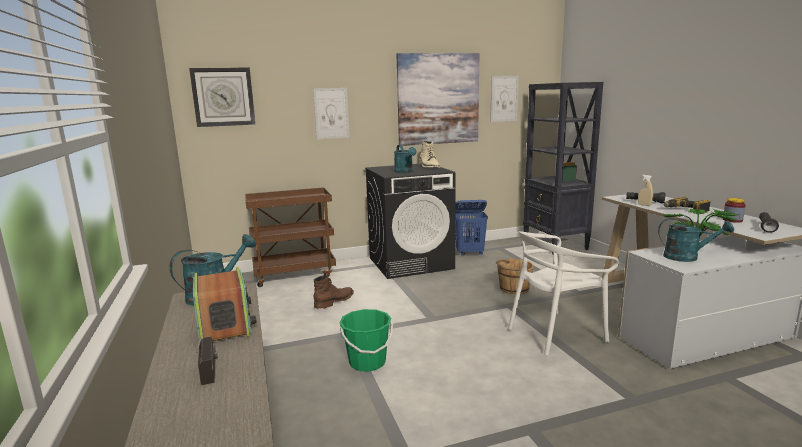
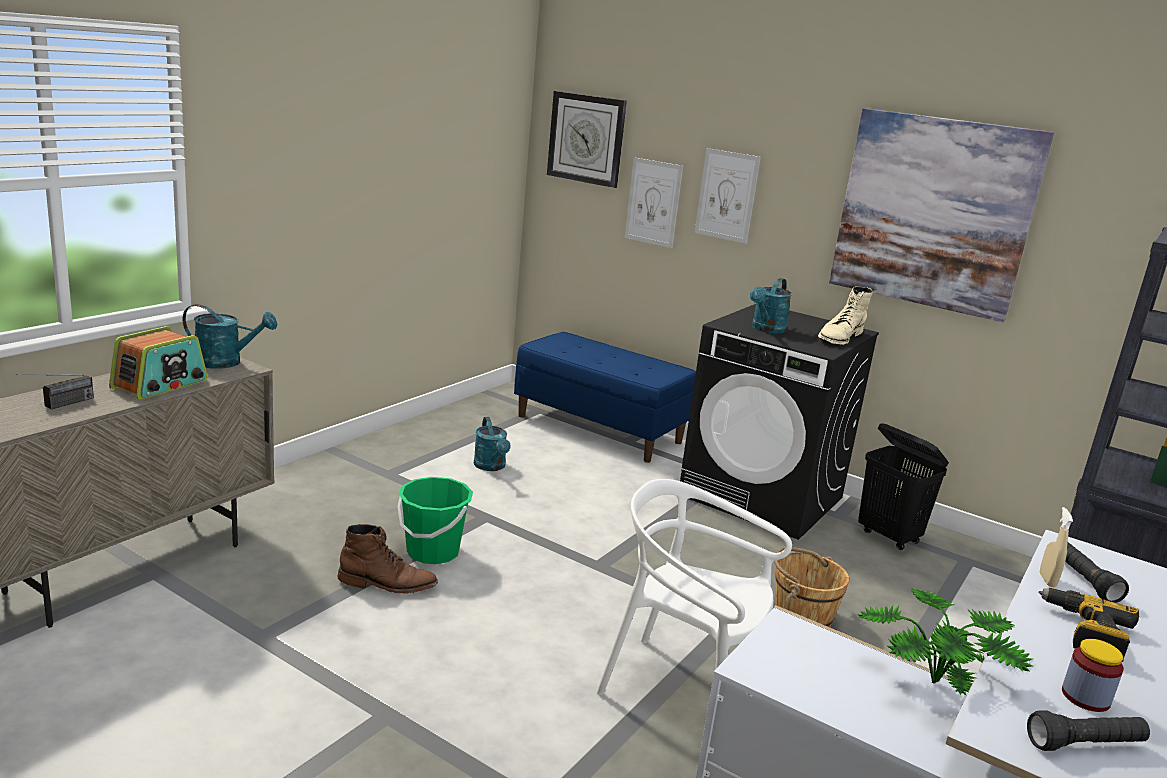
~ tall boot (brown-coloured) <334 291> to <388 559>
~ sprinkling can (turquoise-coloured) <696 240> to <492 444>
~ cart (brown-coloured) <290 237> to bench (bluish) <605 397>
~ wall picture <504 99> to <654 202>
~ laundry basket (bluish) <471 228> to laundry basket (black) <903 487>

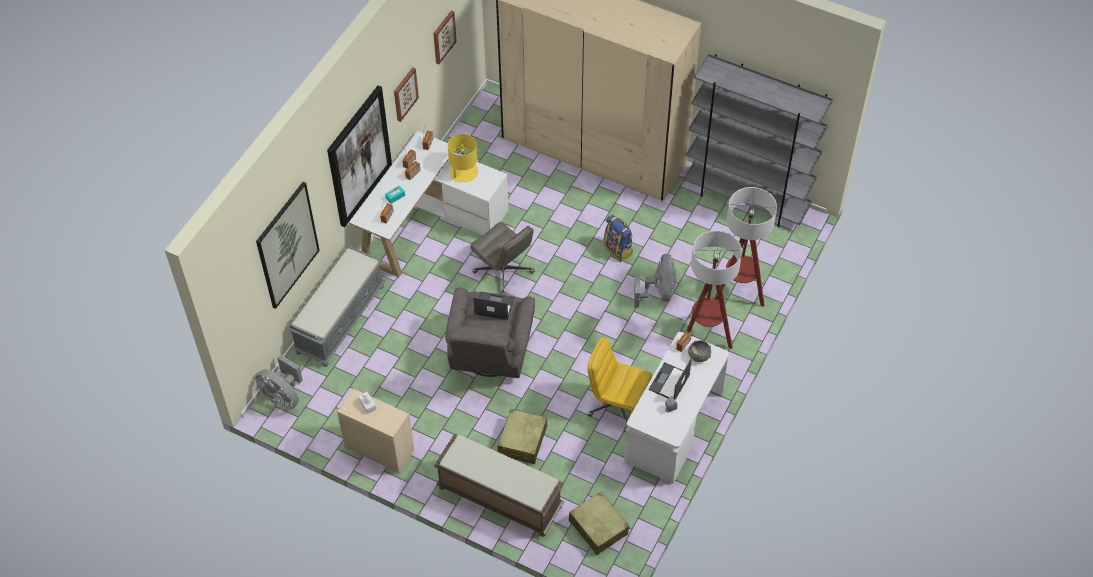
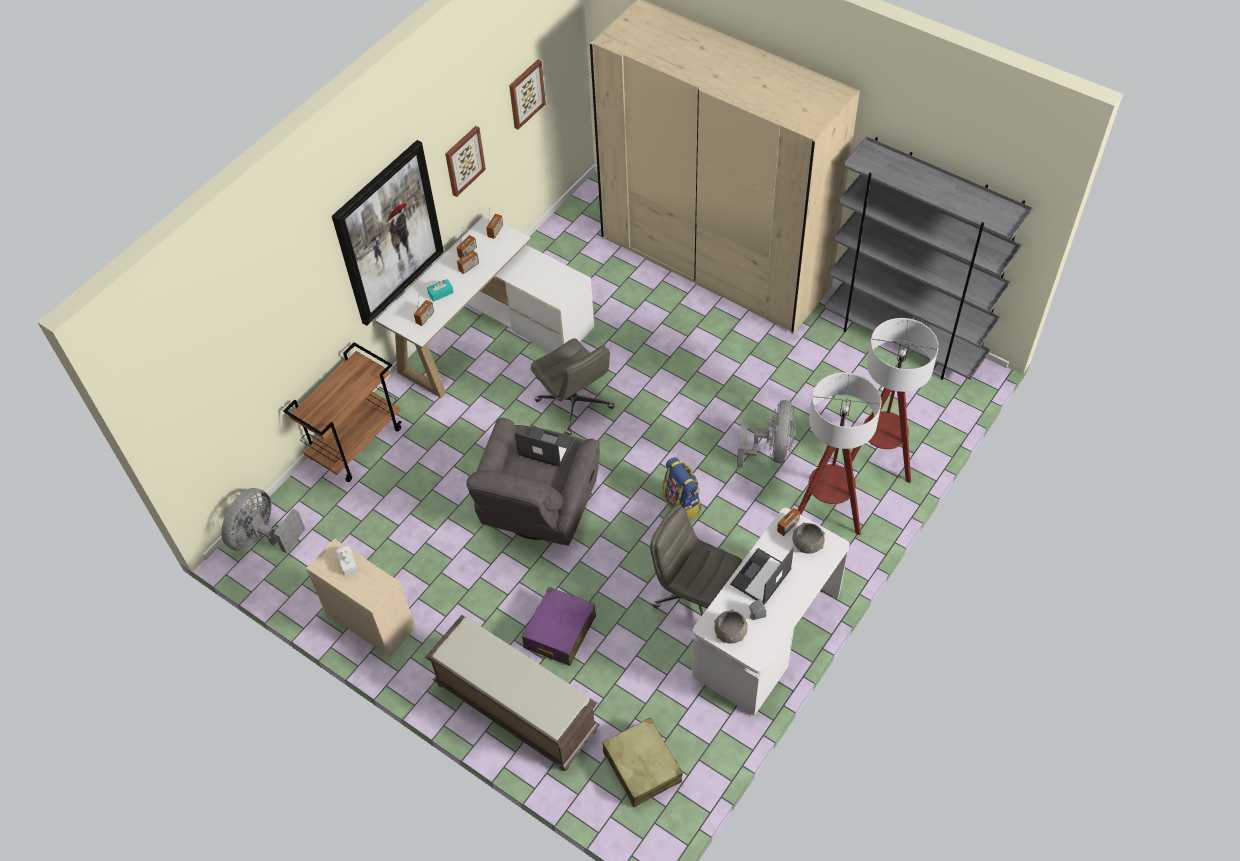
~ electric fan (grey) <279 382> = <263 520> 75 degrees clockwise
~ bench (grey) <336 306> to cart (brown-coloured) <342 412>
~ travel case (beige-coloured) <522 436> to travel case (purple) <559 626>
~ computer chair (yellowish) <619 379> to computer chair (grey) <696 559>
~ rucksack <618 238> to <682 488>
+ serving bowl (grey) <731 627>
- wall picture <288 245>
- table lamp (yellowish) <463 158>

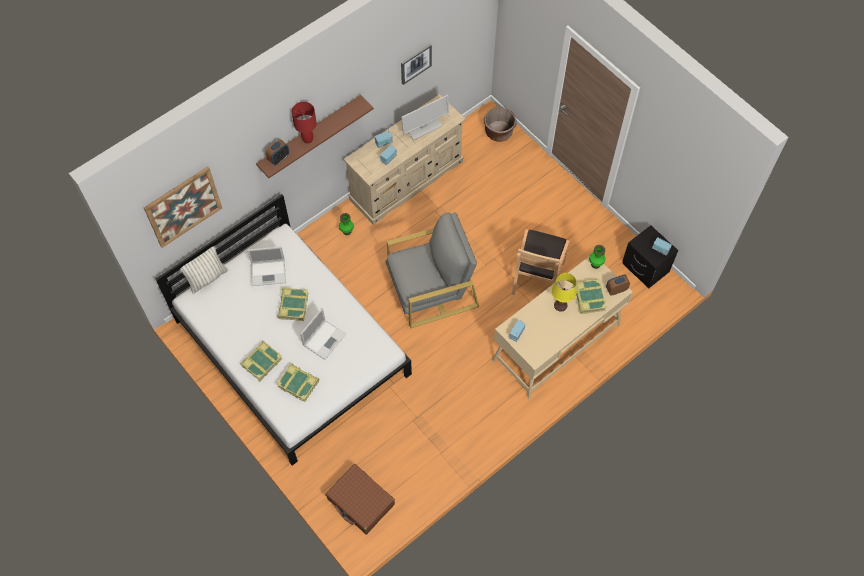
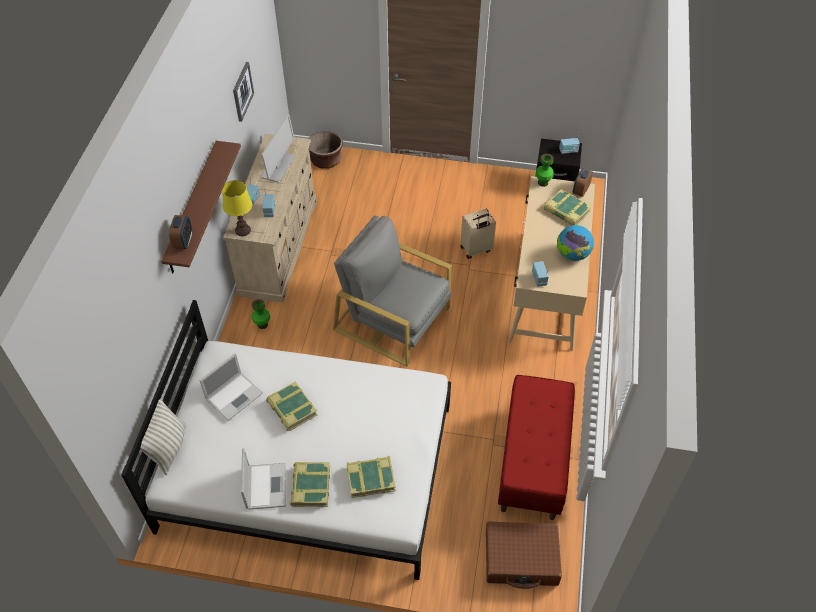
~ table lamp (yellowish) <564 292> to <237 208>
~ laptop <323 334> to <263 479>
~ armchair (grey) <432 270> = <392 291> 90 degrees counterclockwise
~ upright chair (brown-coloured) <540 262> to travel case (beige-coloured) <478 234>
+ bench (red) <536 447>
+ world globe <575 243>
- wall picture <183 207>
- table lamp (red) <304 122>

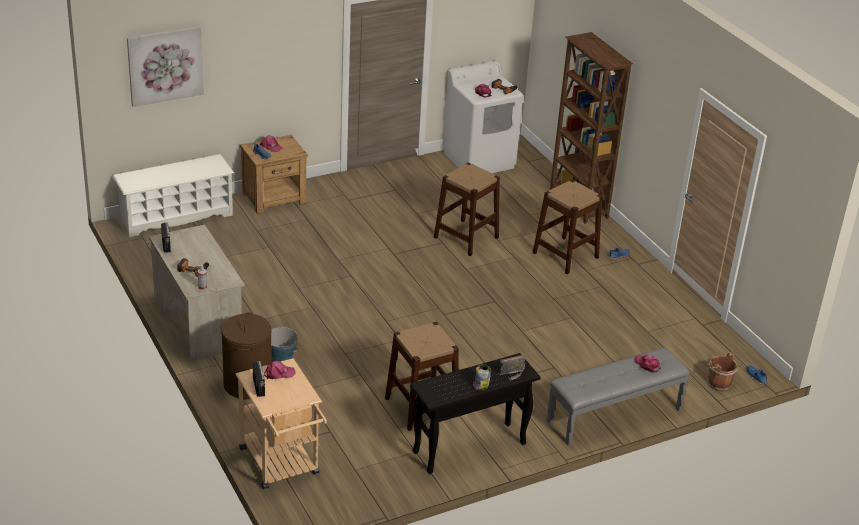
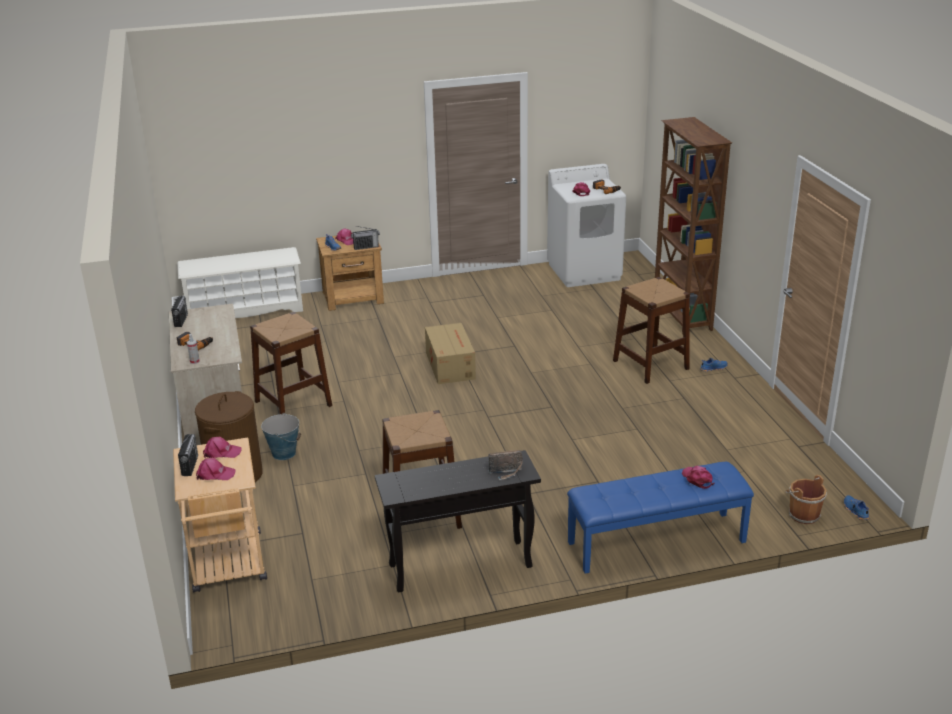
+ baseball cap (pink-coloured) <216 469>
~ stool seat (brown-coloured) <467 209> to <291 363>
+ radio receiver <365 238>
+ carton <450 353>
~ bench (grey) <618 397> to bench (bluish) <660 518>
- wall picture <165 66>
- preserve jar <482 377>

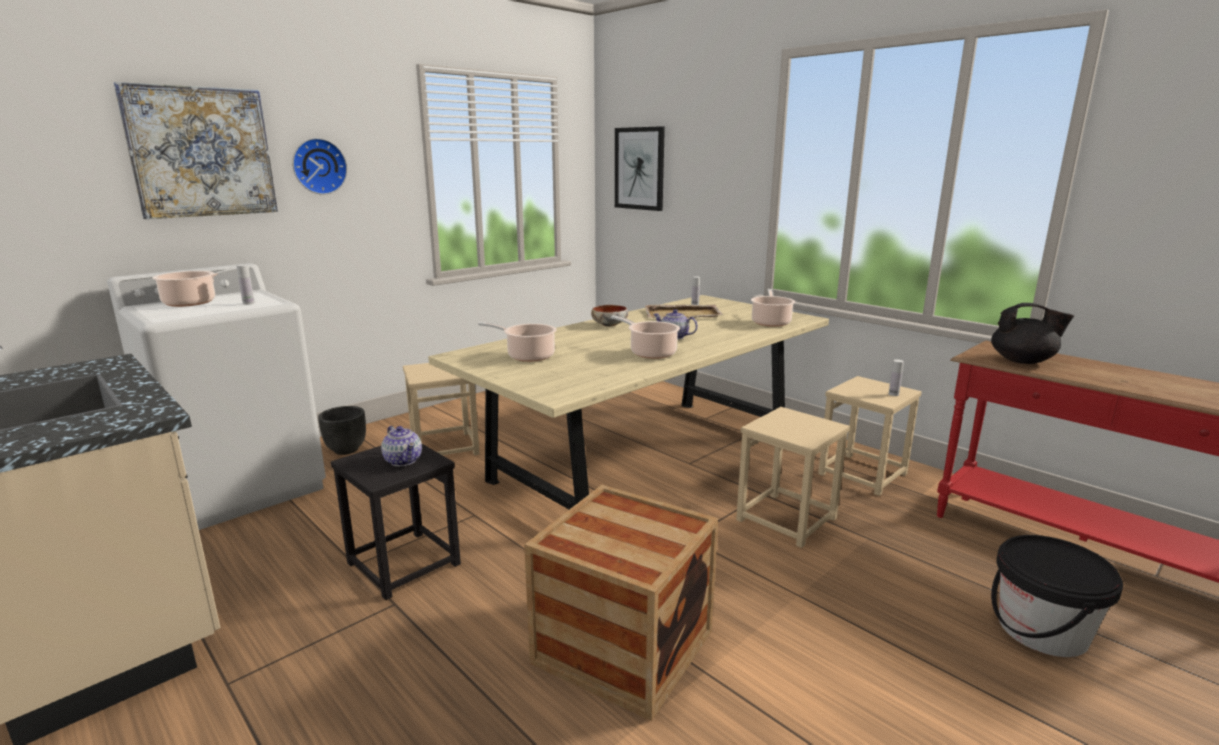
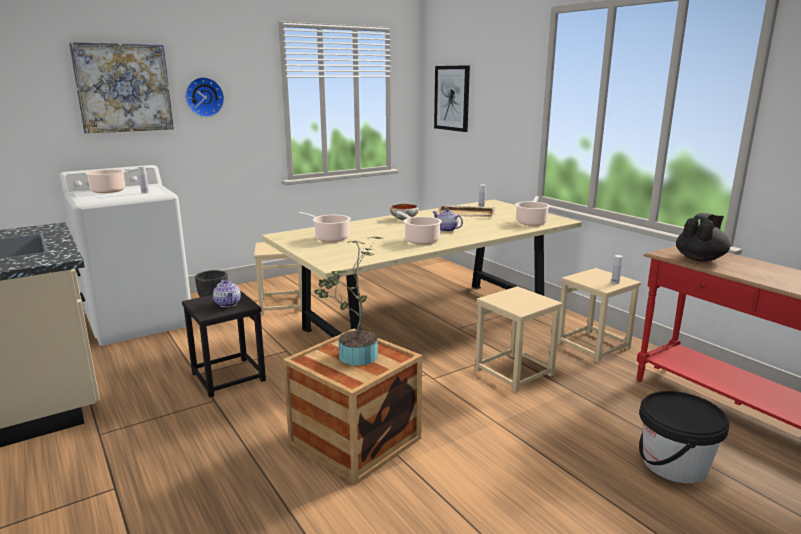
+ houseplant <347 301>
~ tea pot (black) <1032 333> = <703 237> 75 degrees counterclockwise

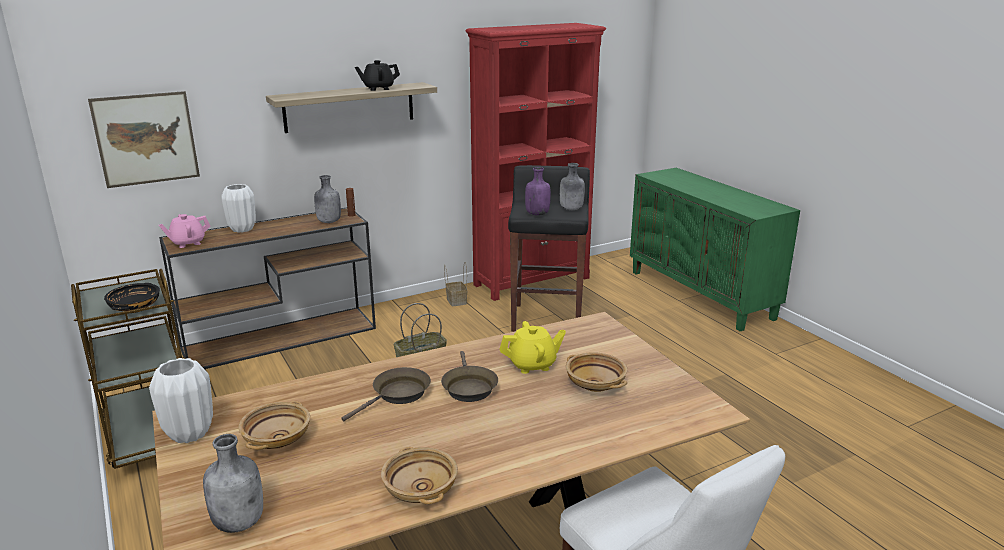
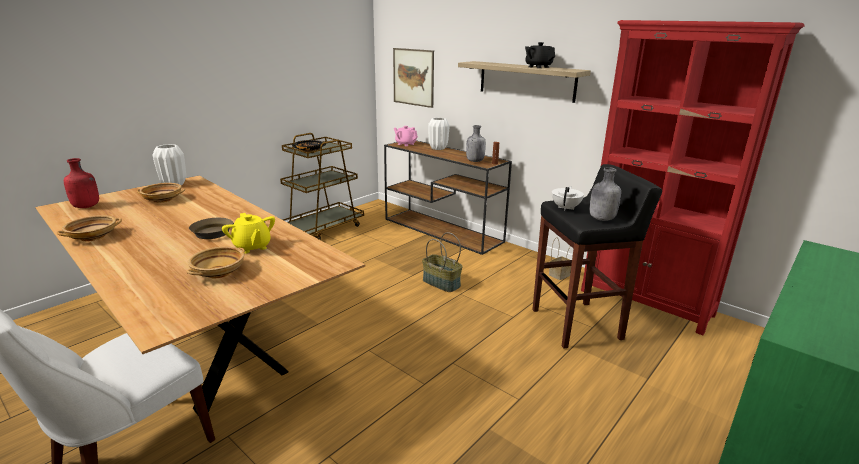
~ beverage bottle (grey) <233 483> to beverage bottle (red) <81 183>
~ beverage bottle (purple) <538 191> to tea pot (white) <568 198>
- pan (brown-coloured) <386 394>

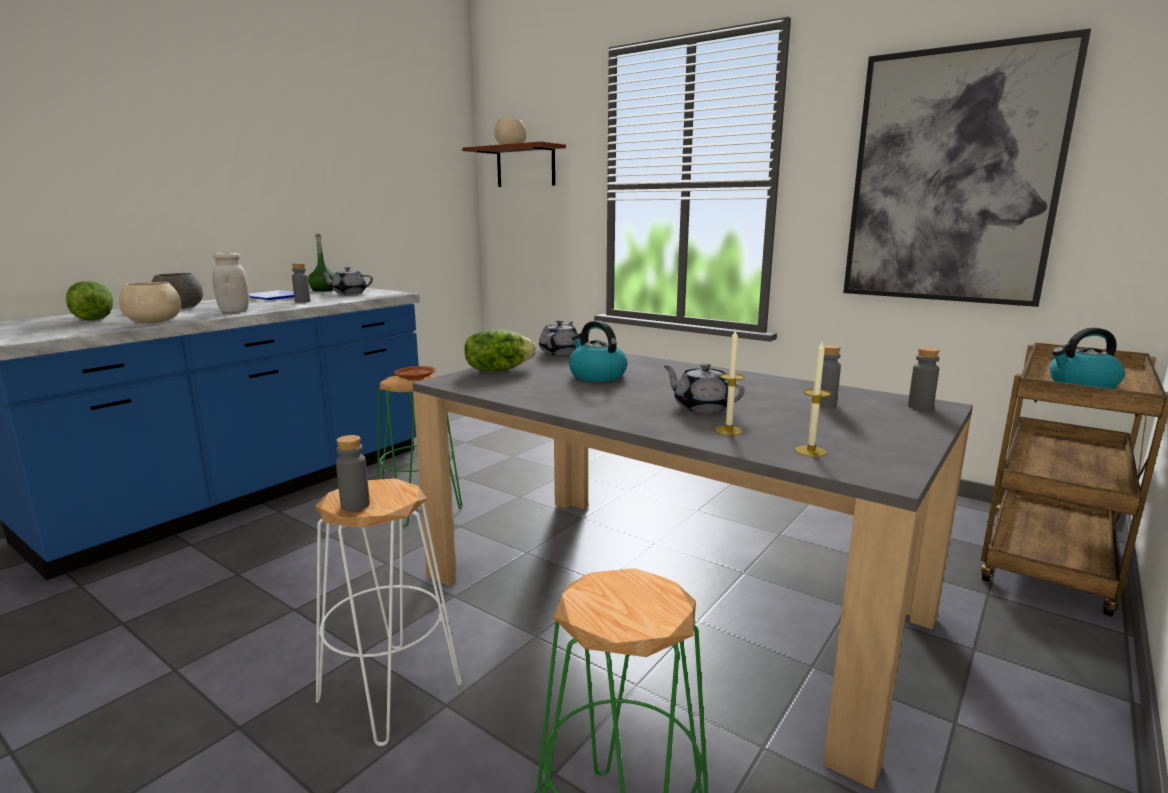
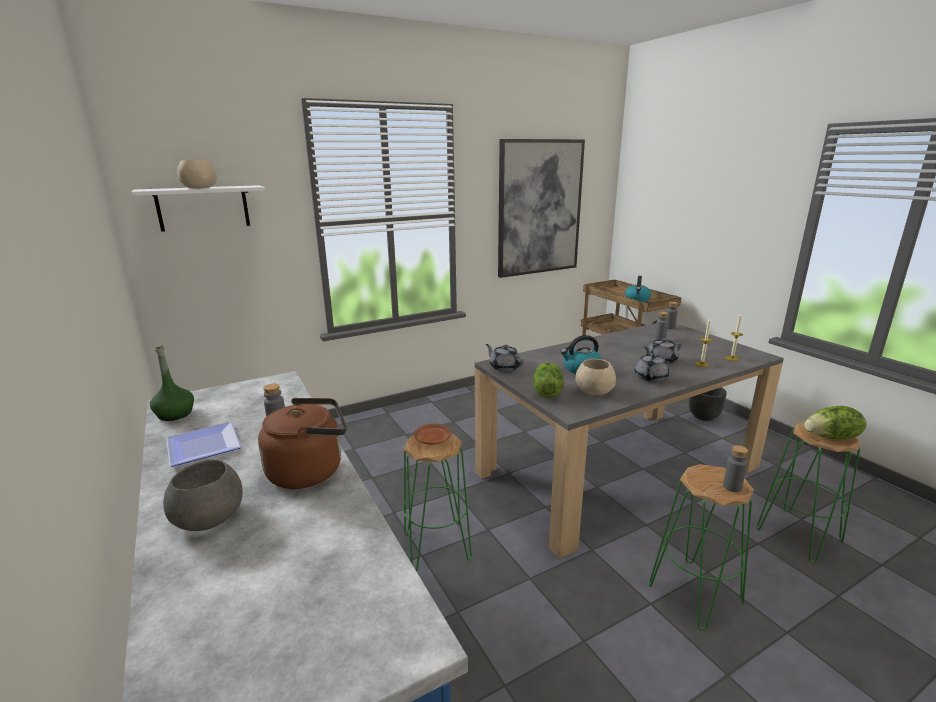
~ shelf (brown-coloured) <514 164> to shelf (white) <198 208>
~ preserve jar (white) <231 283> to tea kettle (brown-coloured) <302 443>
~ serving bowl (beige-coloured) <150 302> to <596 377>
~ tea pot (grey) <346 280> to <652 367>
~ stool seat (white) <388 612> to stool seat (green) <701 547>
+ planter (black) <708 404>
~ lettuce <89 301> to <835 423>

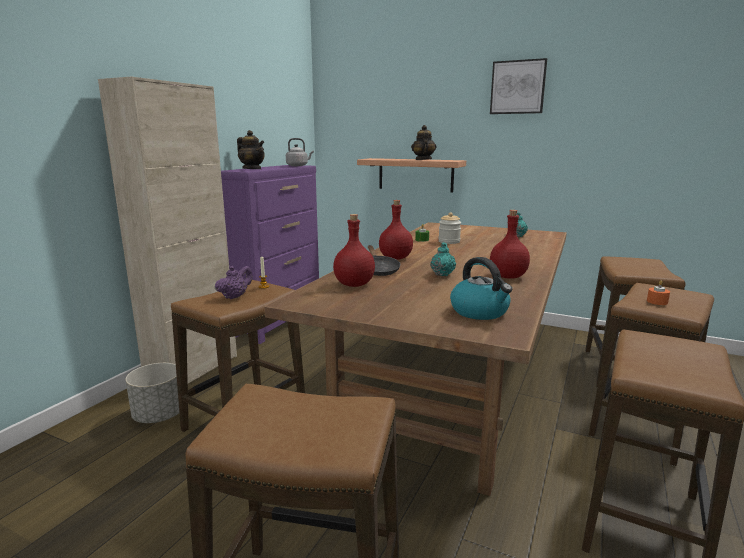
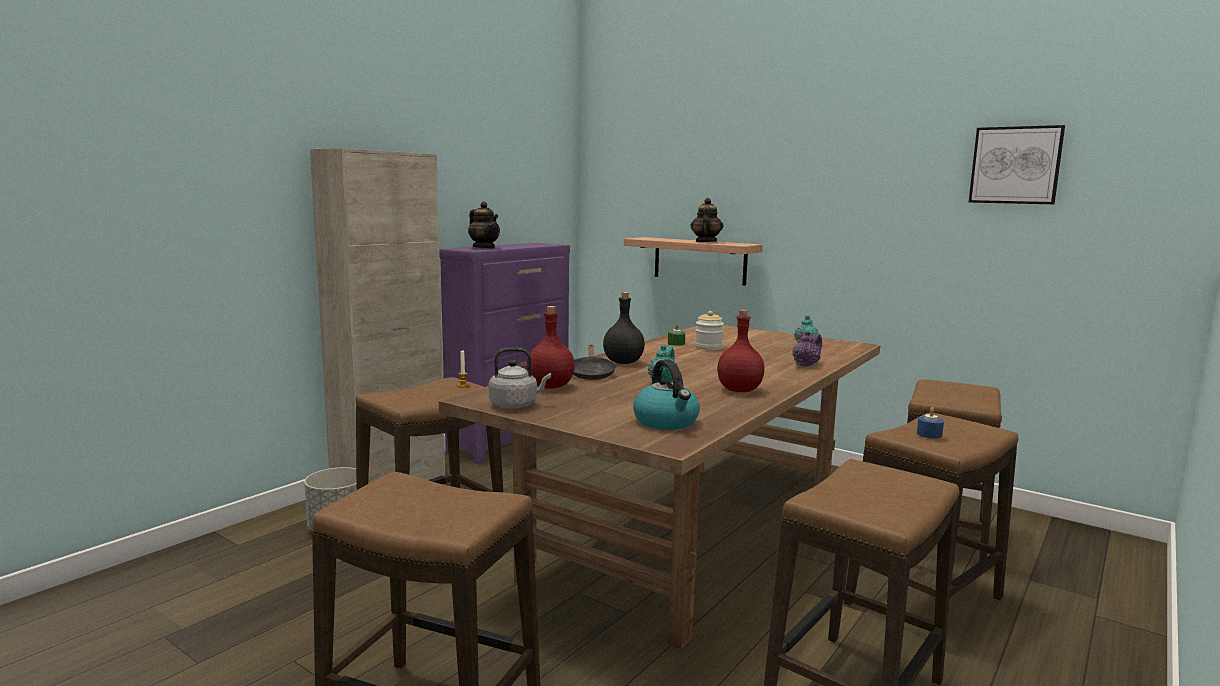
~ tea kettle (grey) <300 152> to <520 378>
~ beverage bottle (red) <396 230> to beverage bottle (black) <624 328>
~ tea pot (purple) <234 282> to <807 349>
~ wax candle (orange-coloured) <658 293> to wax candle (bluish) <930 422>
~ wall picture <518 86> to <1016 164>

